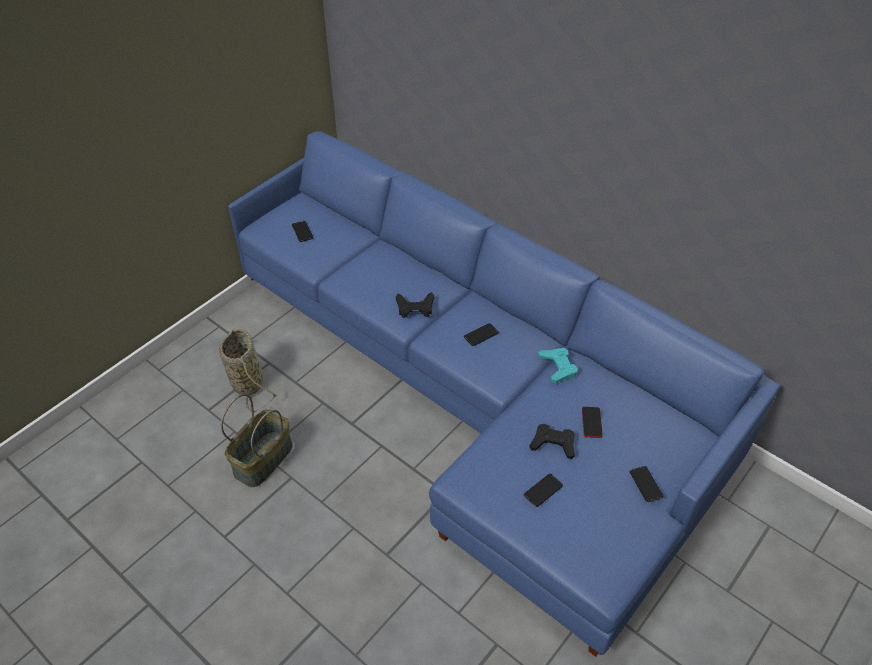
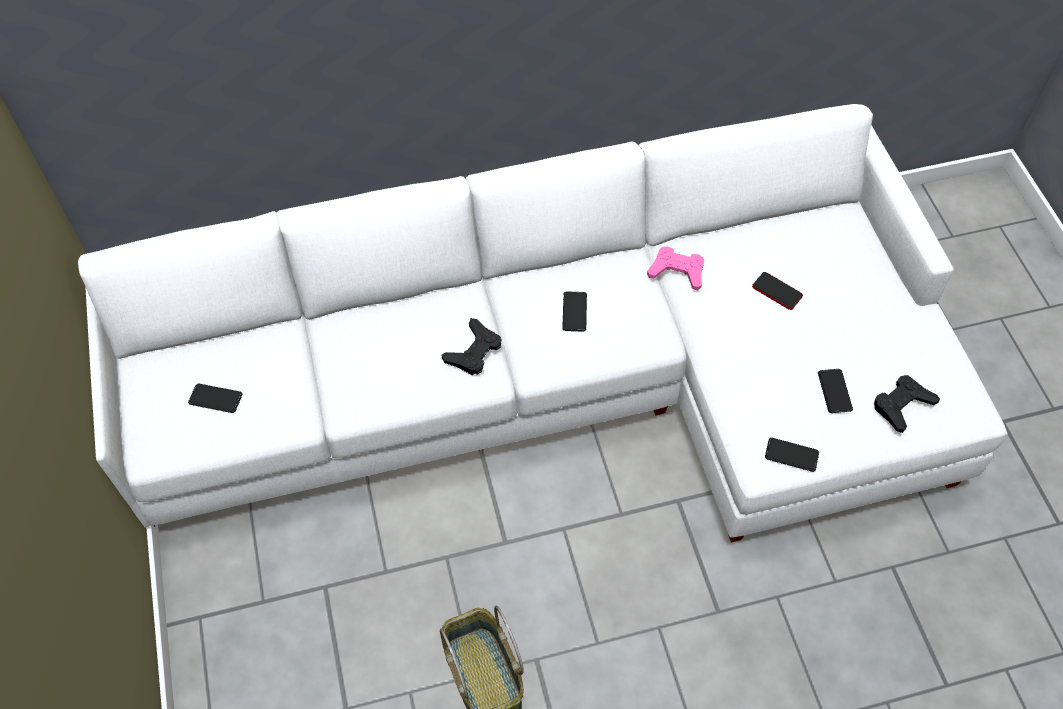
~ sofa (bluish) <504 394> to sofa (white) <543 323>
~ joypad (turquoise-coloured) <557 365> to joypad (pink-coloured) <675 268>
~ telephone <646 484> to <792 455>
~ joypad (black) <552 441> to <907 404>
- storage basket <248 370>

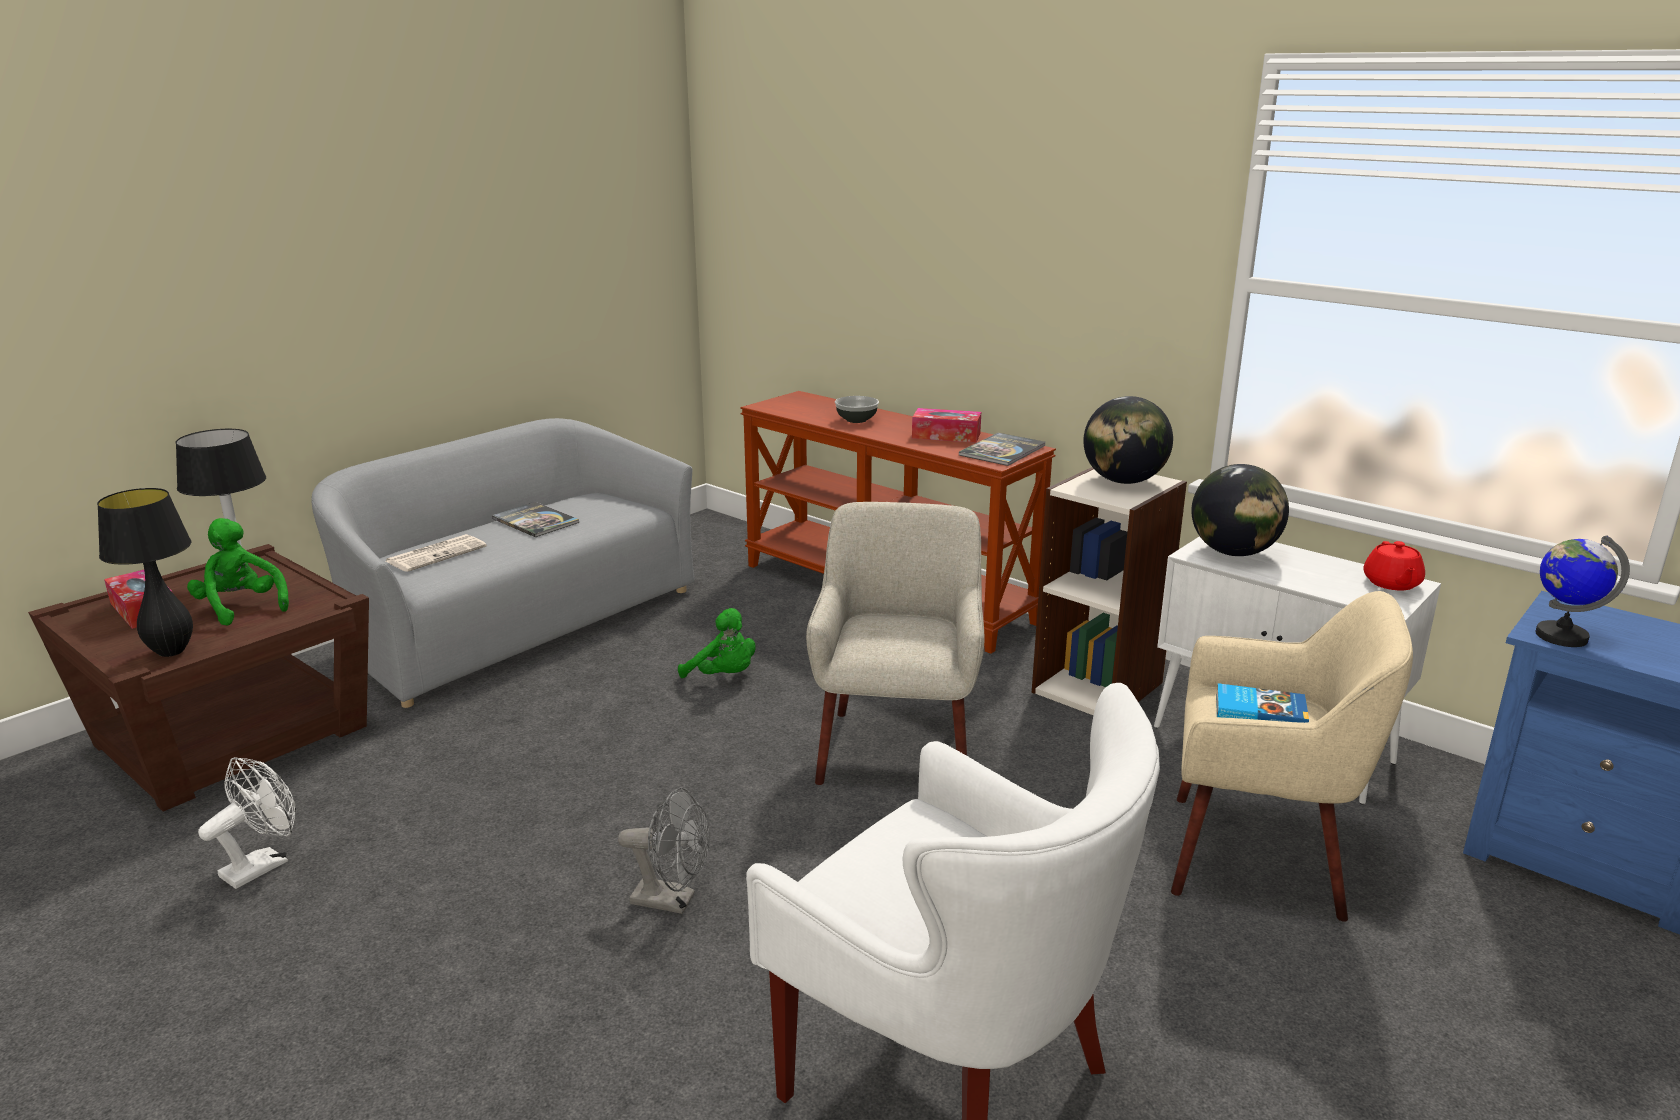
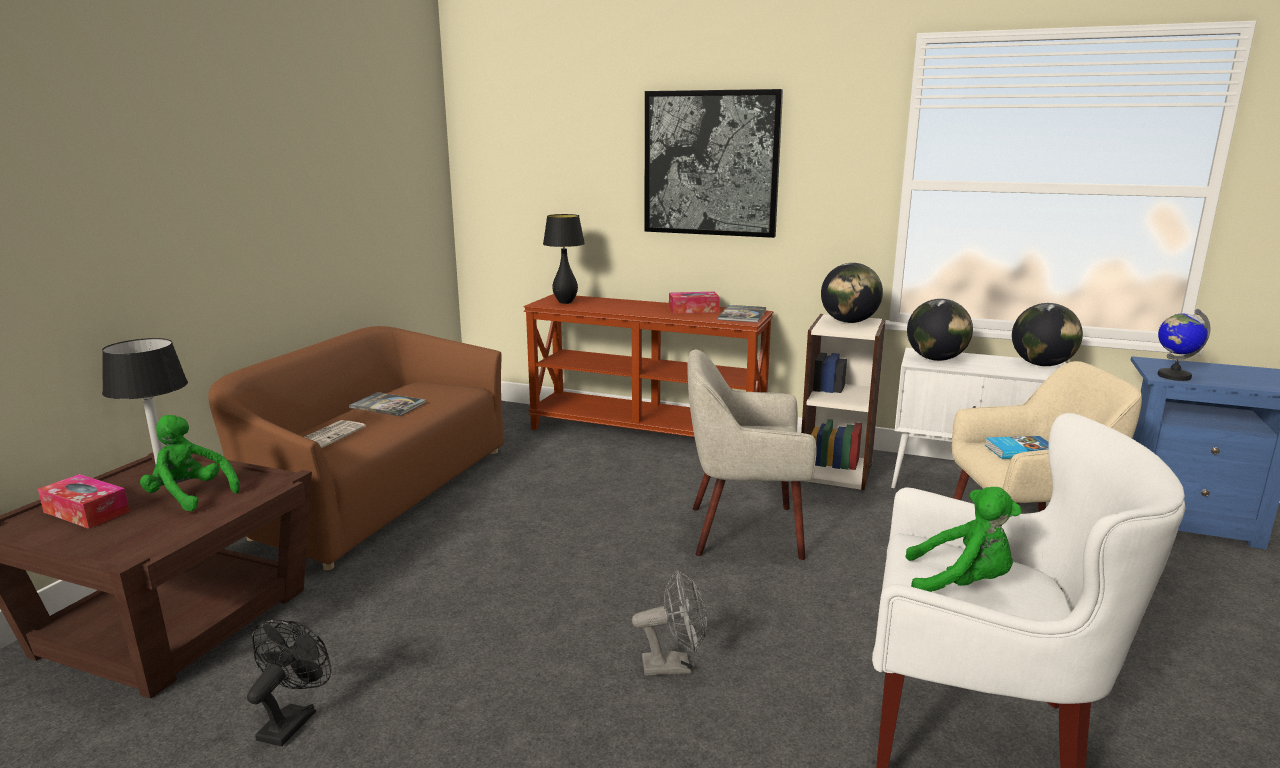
~ sofa (grey) <502 563> to sofa (brown-coloured) <356 448>
~ electric fan (white) <247 823> to electric fan (black) <289 683>
~ table lamp (black) <145 572> to <564 259>
+ wall picture <714 163>
~ armchair (beige-coloured) <895 643> = <752 454> 75 degrees counterclockwise
~ cuddly toy (green) <717 643> to <963 539>
~ tea pot (red) <1394 565> to world globe <1047 334>
- serving bowl <857 409>

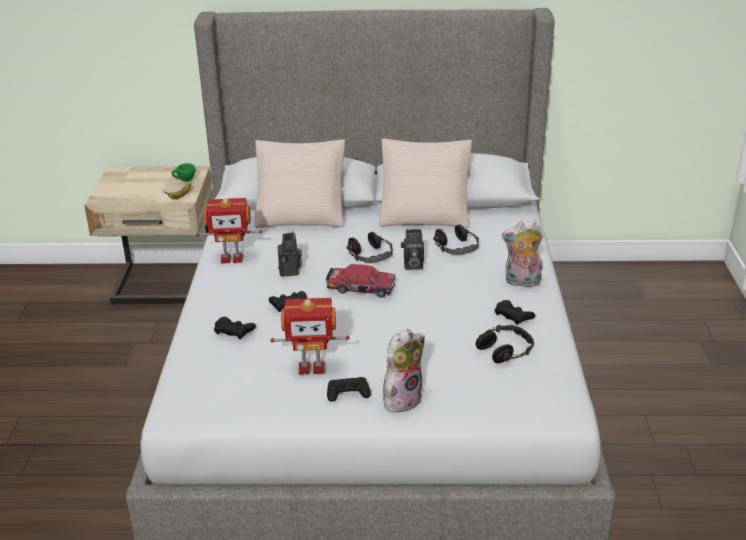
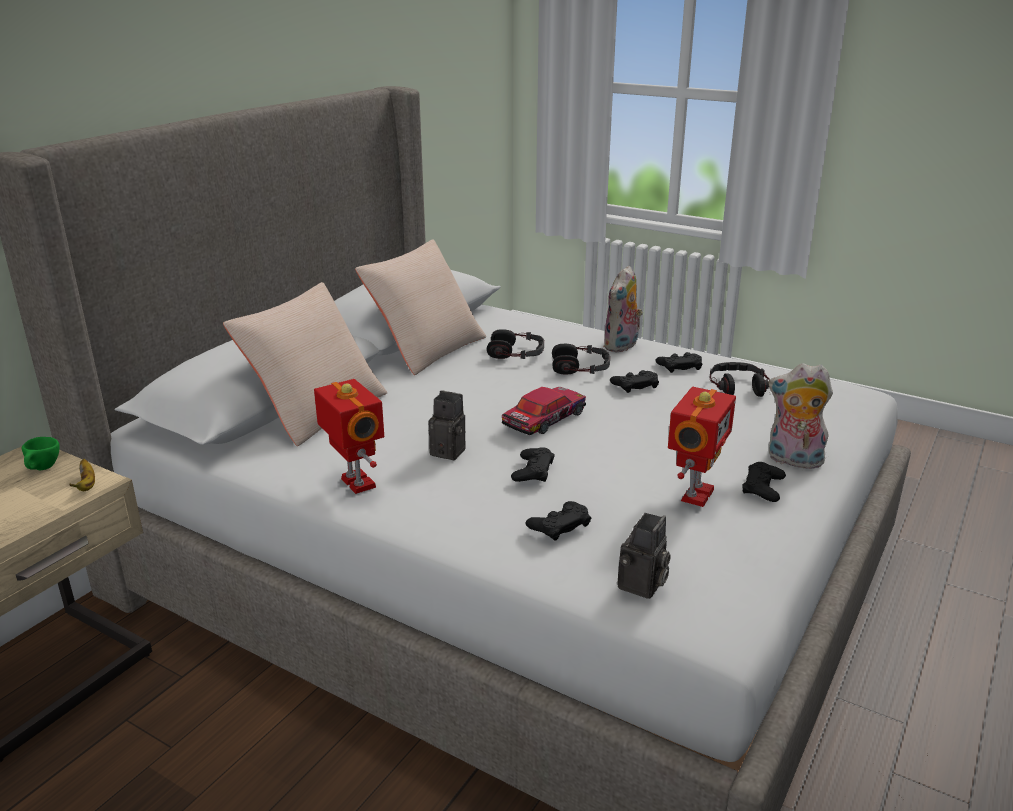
~ robot figure <229 231> = <349 436> 60 degrees counterclockwise
~ headphones <370 247> to <581 359>
+ joypad (black) <634 381>
~ photo camera <412 249> to <644 556>
~ cuddly toy <404 370> = <800 416> 60 degrees counterclockwise

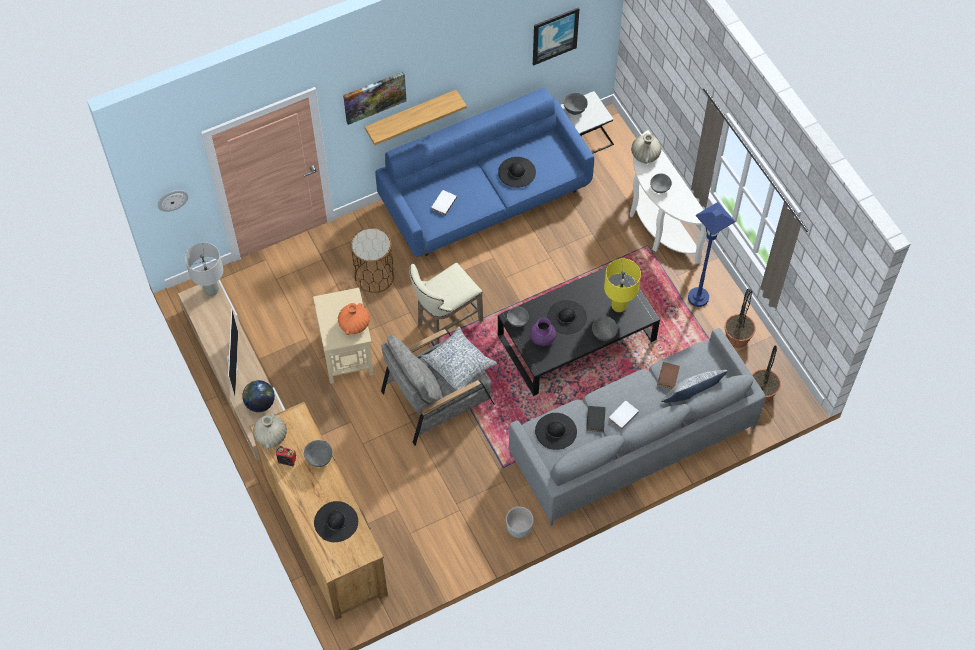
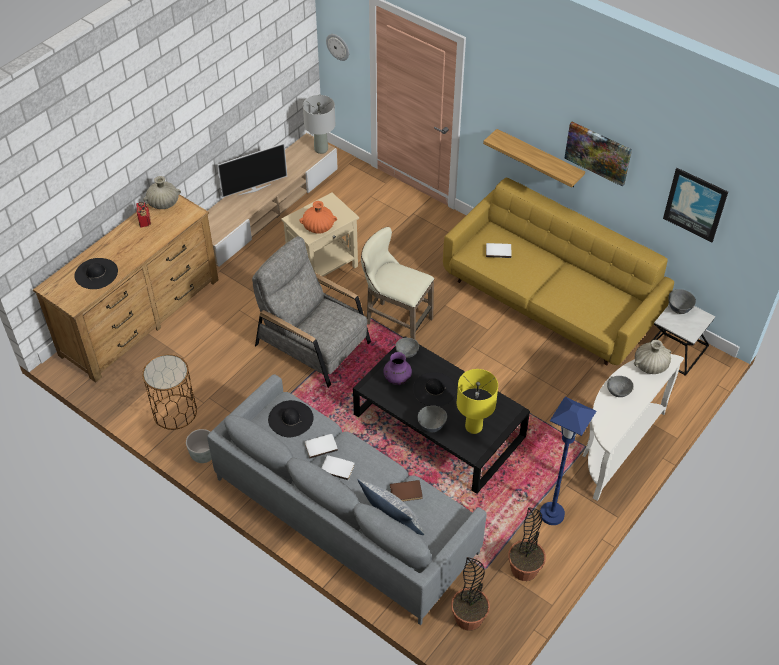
~ side table (brown-coloured) <372 260> to <169 392>
~ volume (black) <596 419> to volume (white) <321 446>
~ sofa (bluish) <485 172> to sofa (yellowish) <558 271>
~ wall picture <375 98> to <598 154>
- world globe <258 396>
- serving bowl (grey) <318 453>
- throw pillow <459 359>
- hat (black) <517 172>

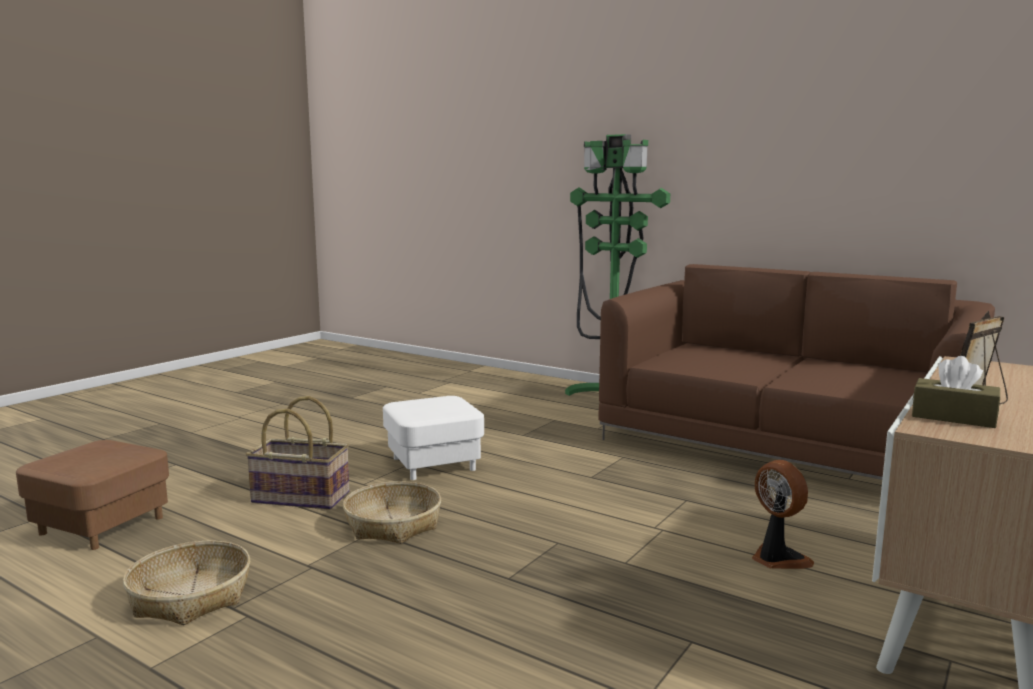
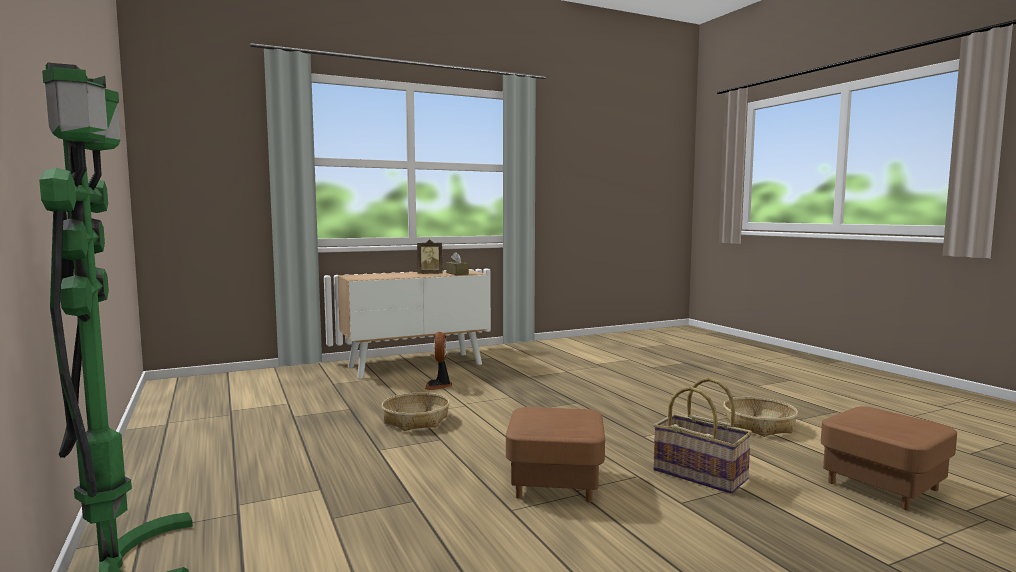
~ storage basket <392 512> to <416 412>
~ pouffe (white) <433 438> to pouffe (brown-coloured) <555 454>
- sofa (brown-coloured) <796 372>

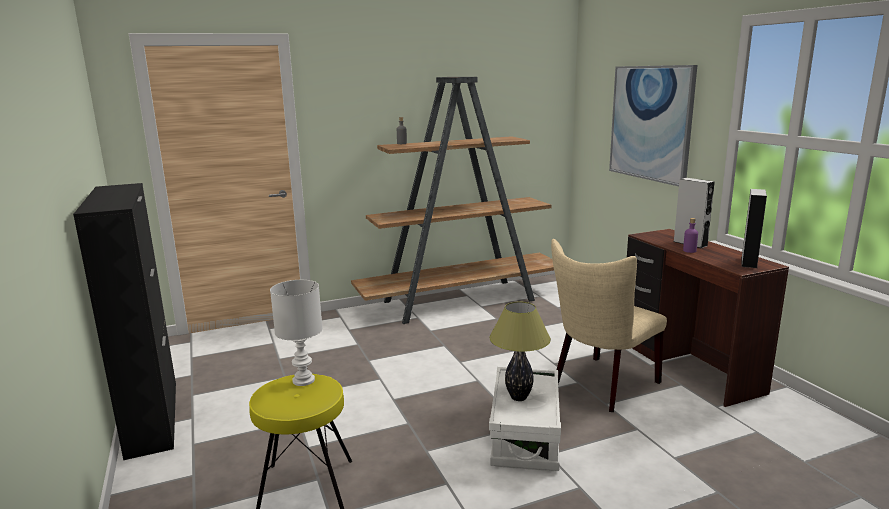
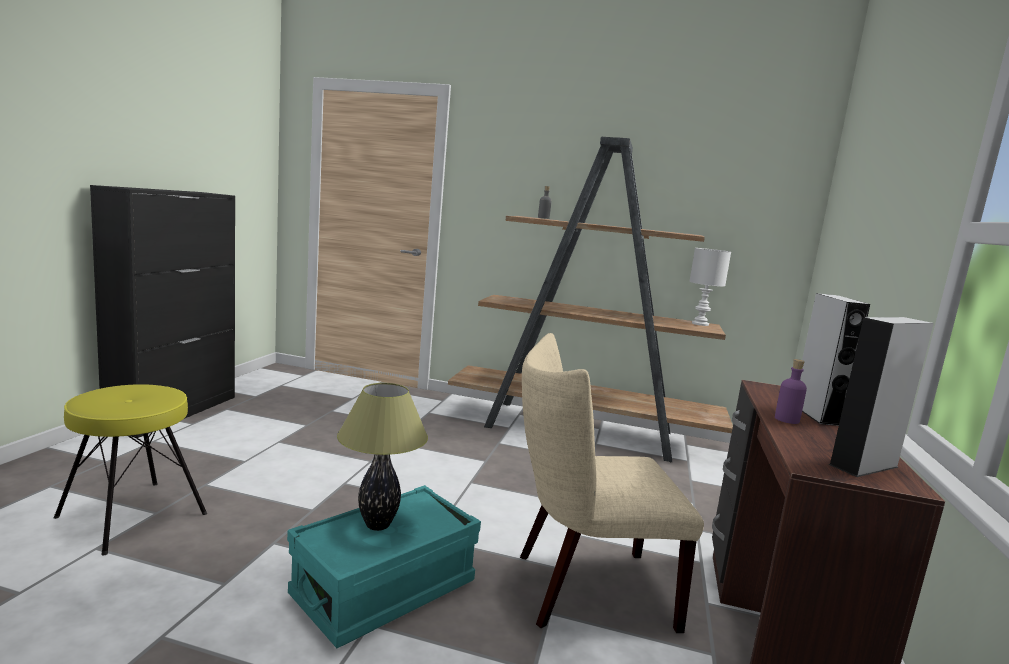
~ storage bin (white) <525 419> to storage bin (turquoise-coloured) <384 566>
~ table lamp (white) <296 333> to <710 287>
- wall picture <653 125>

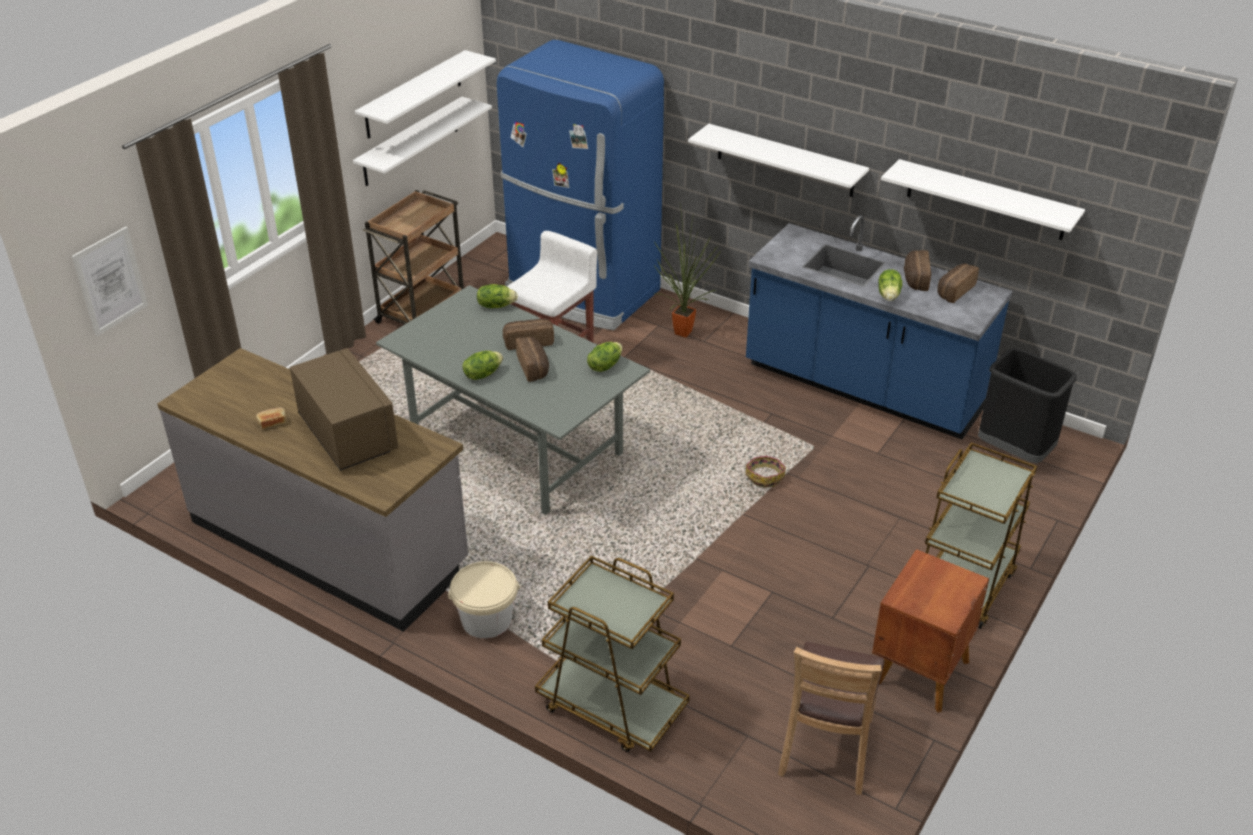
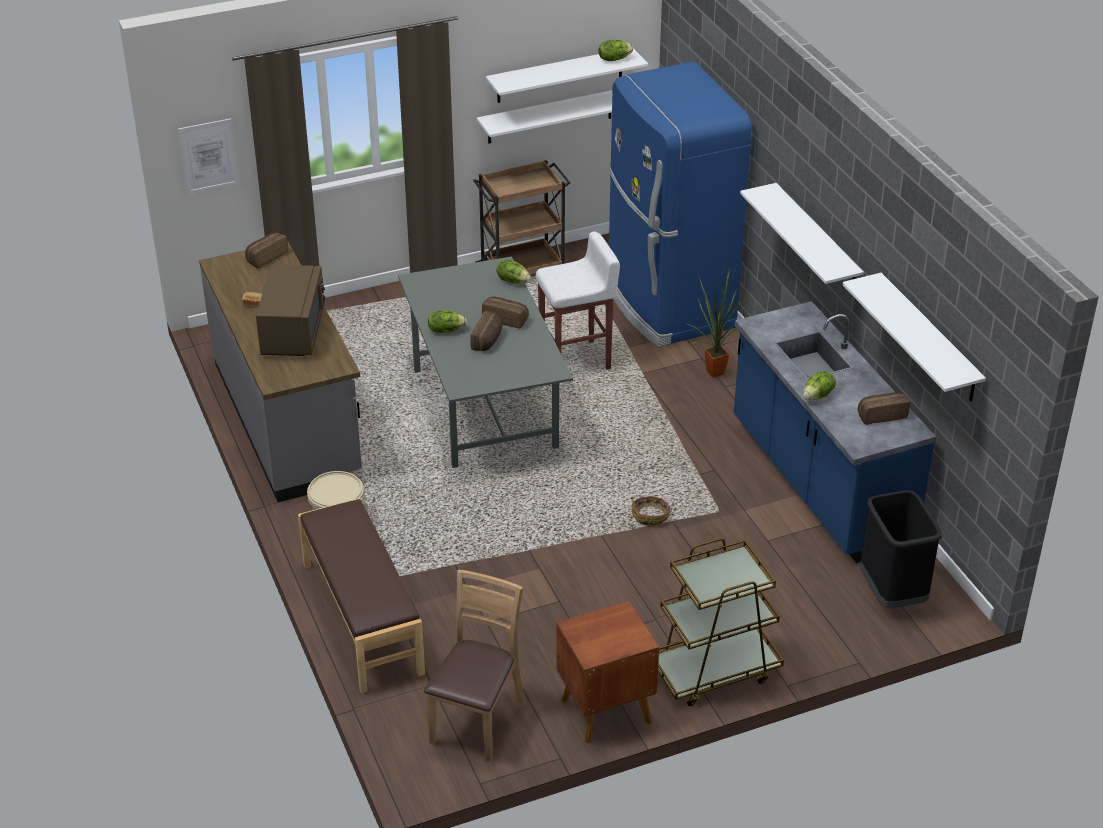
~ bakery bread <917 270> to <266 250>
~ cart (brown-coloured) <612 654> to bench (brown-coloured) <361 595>
~ upright chair (brown-coloured) <831 718> = <474 666> 150 degrees clockwise
~ lettuce <605 357> to <615 50>

